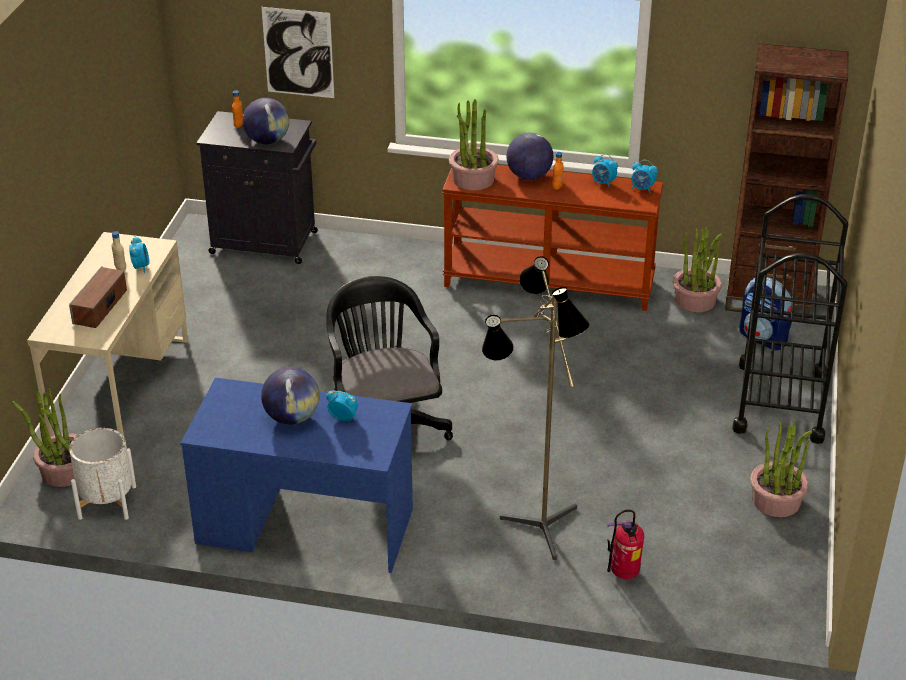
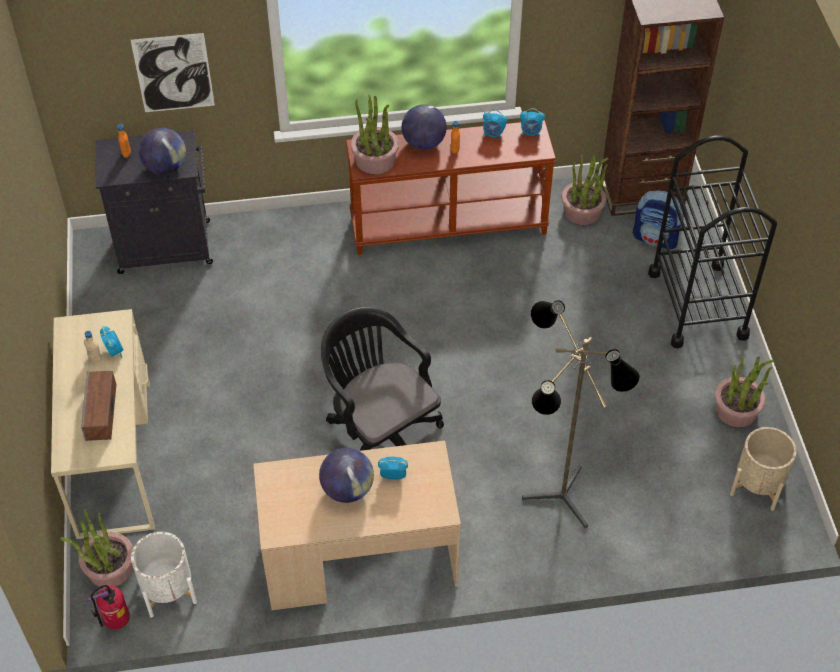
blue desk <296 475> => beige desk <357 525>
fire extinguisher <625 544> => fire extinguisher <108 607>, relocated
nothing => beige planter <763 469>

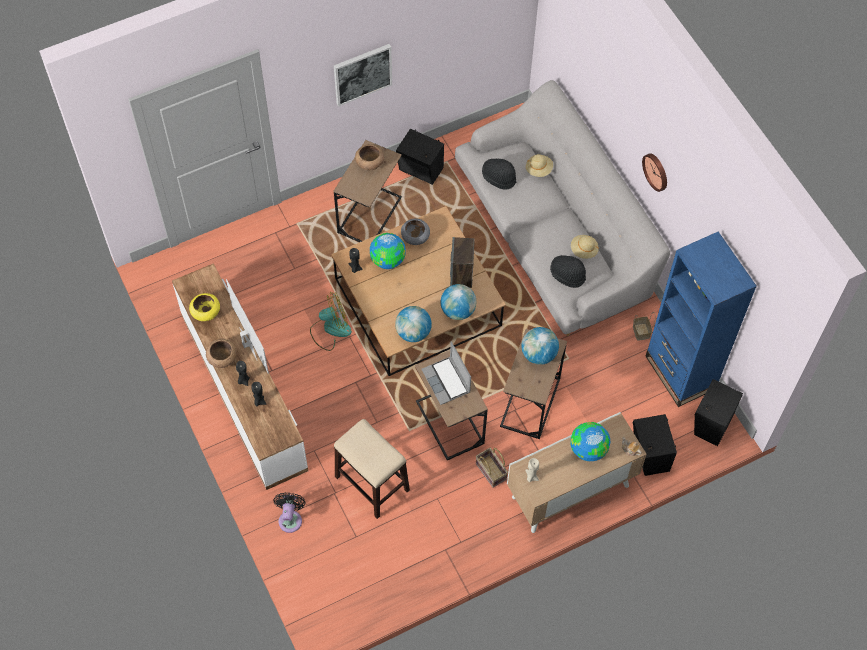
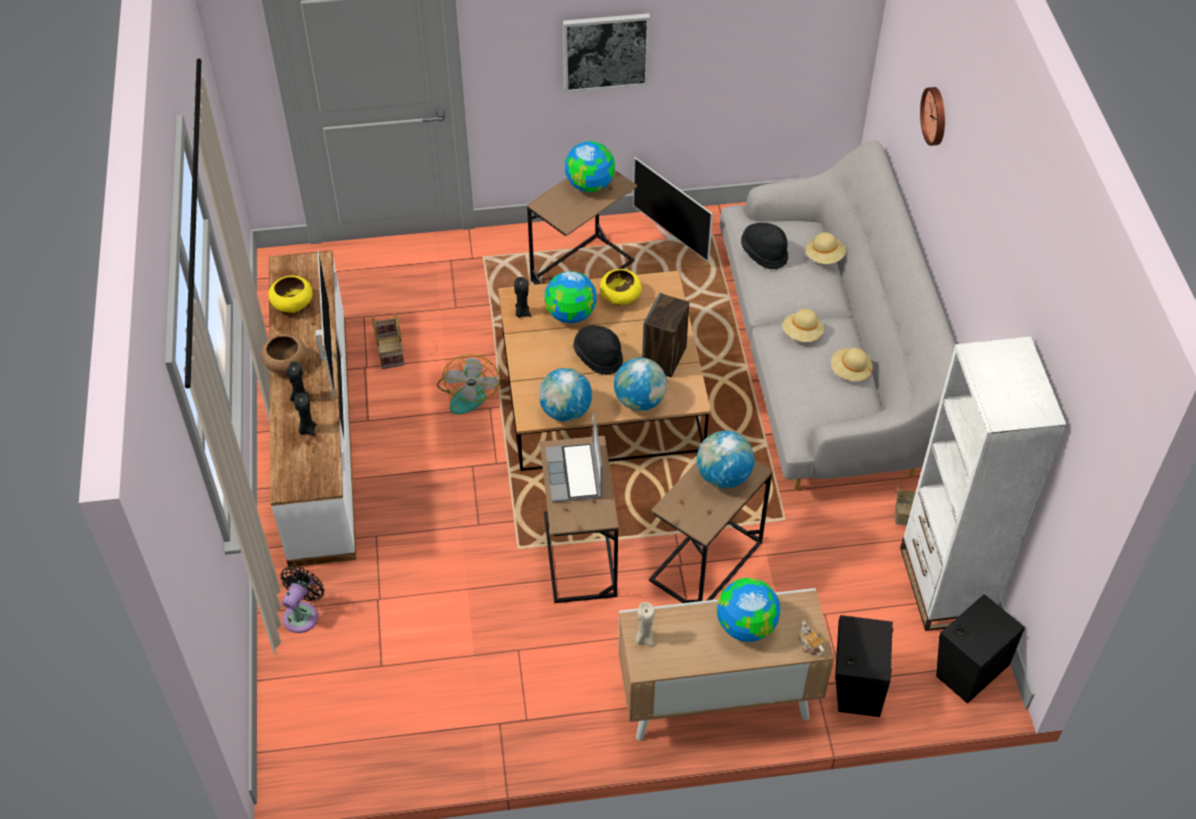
black speaker <420 157> => television <673 209>
brown bowl <369 157> => globe <590 166>
wall clock <654 172> => wall clock <932 116>, relocated
grey bowl <415 231> => yellow bowl <621 287>
blue bookcase <701 319> => white bookcase <983 483>
black hat <568 271> => black hat <598 350>, relocated
fan <331 321> => fan <468 384>, 90 degrees clockwise
stool <372 469> => nothing
basket <492 467> => basket <388 341>, relocated
nothing => beige hat <803 325>

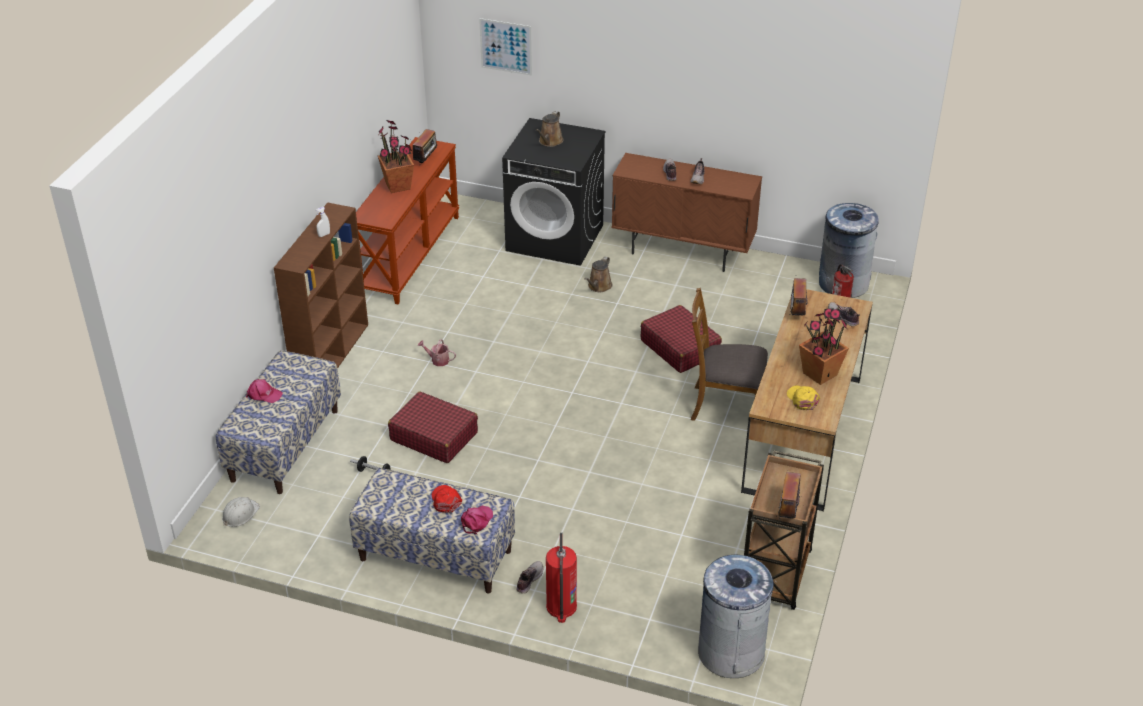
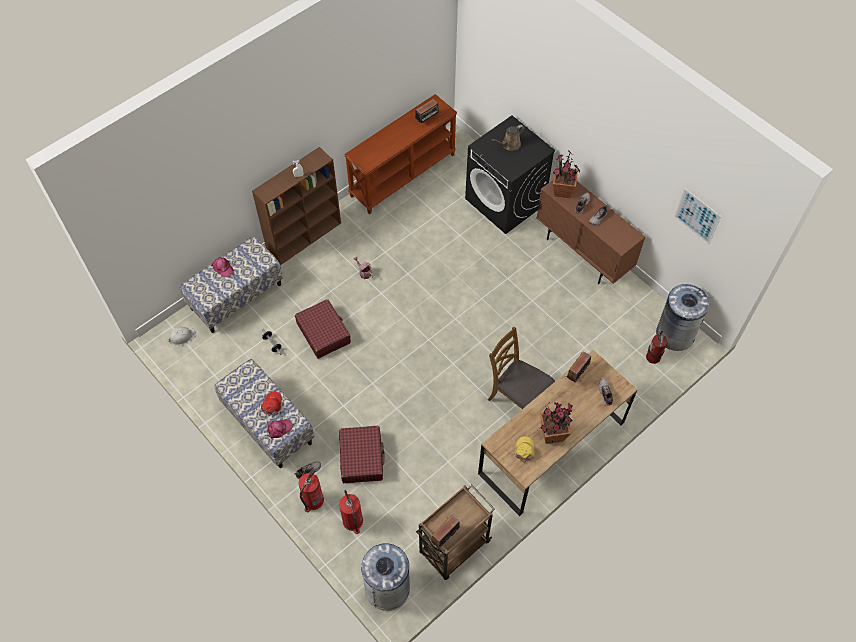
picture <505 47> => picture <697 216>, relocated
potted plant <396 156> => potted plant <566 174>, relocated
brown watering can <598 274> => nothing
red suitcase <681 339> => red suitcase <362 454>, relocated
nothing => fire extinguisher <351 512>

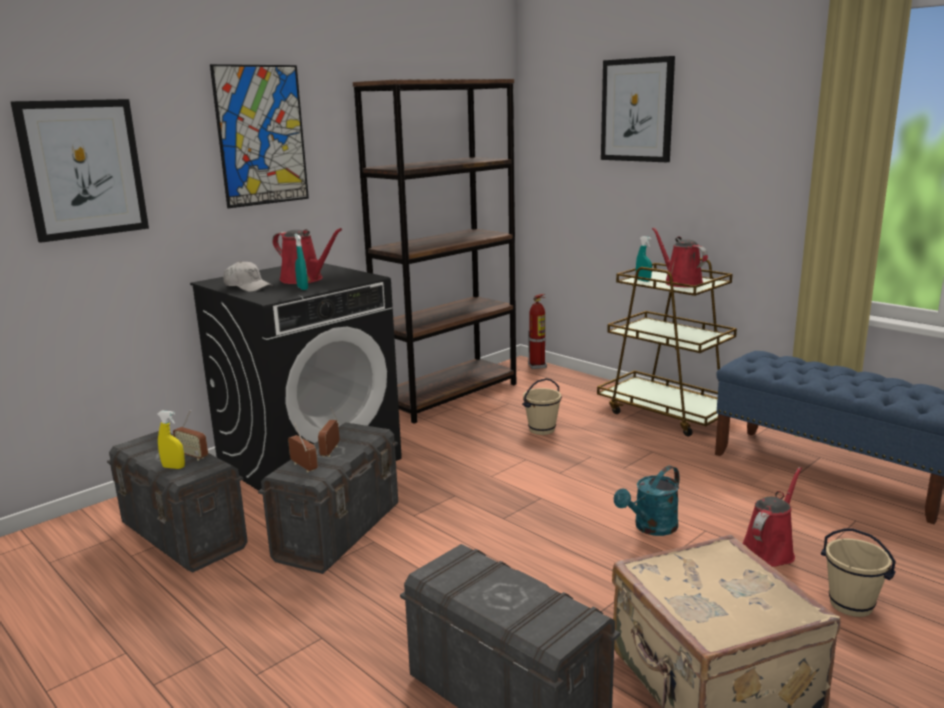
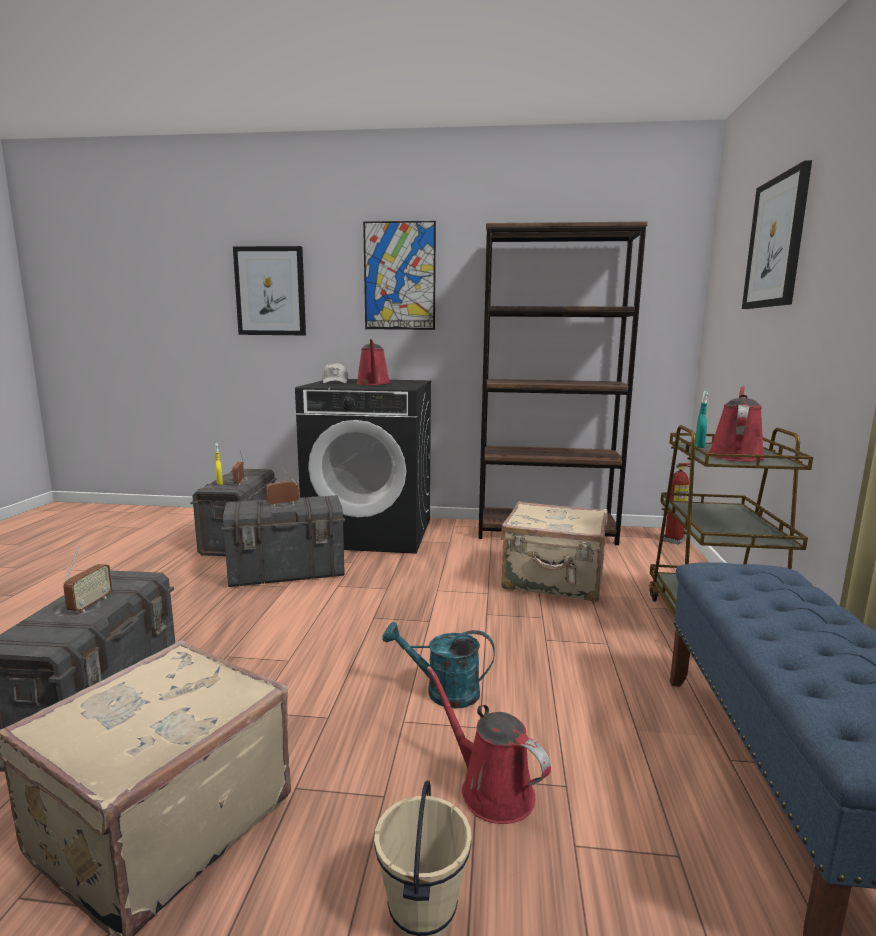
turquoise spray bottle <301 262> => nothing
beige bucket <542 406> => beige suitcase <554 551>
radio <303 447> => radio <87 579>, relocated
red watering can <772 517> => red watering can <488 745>, 135 degrees counterclockwise

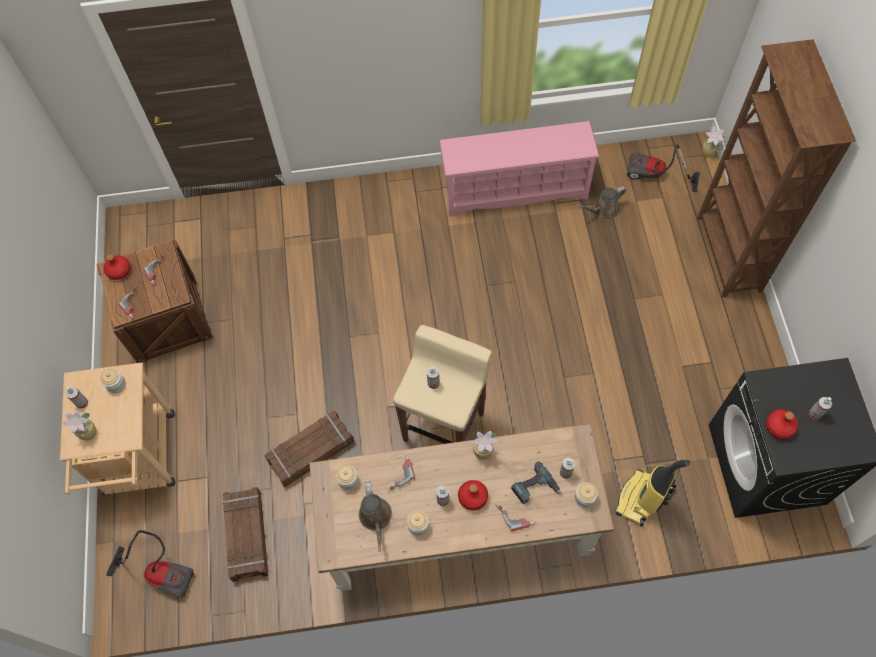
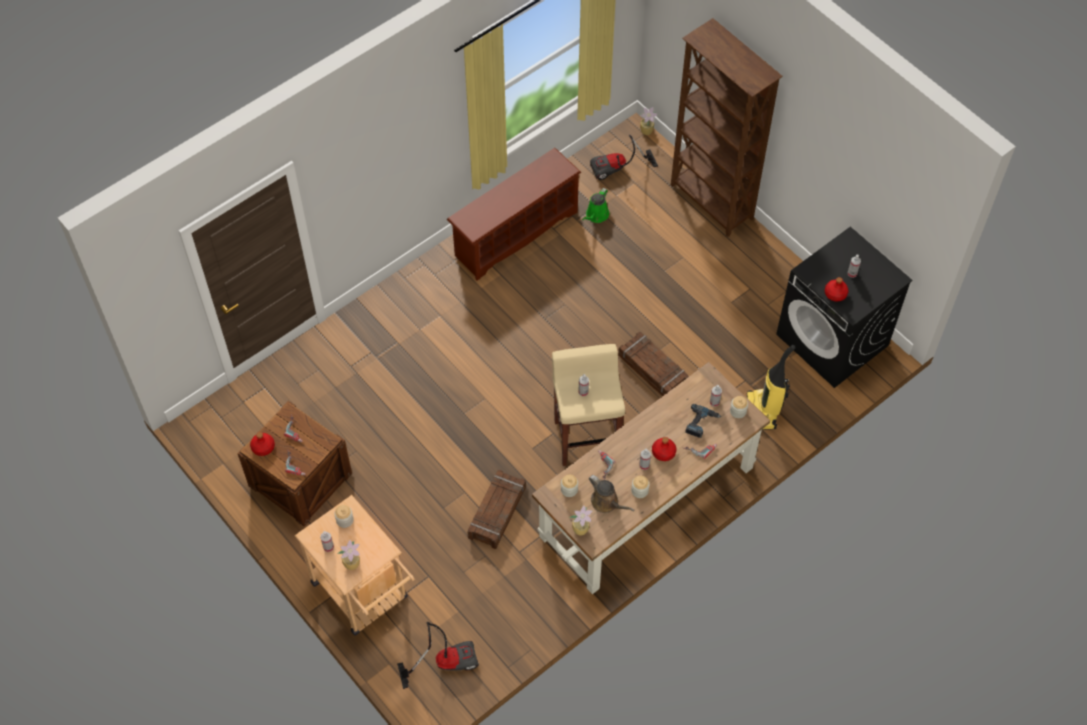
pink shoe rack <519 169> => brown shoe rack <514 214>
brown watering can <602 203> => green watering can <595 205>
potted plant <484 445> => potted plant <580 520>, relocated
crate <245 534> => crate <653 364>, relocated

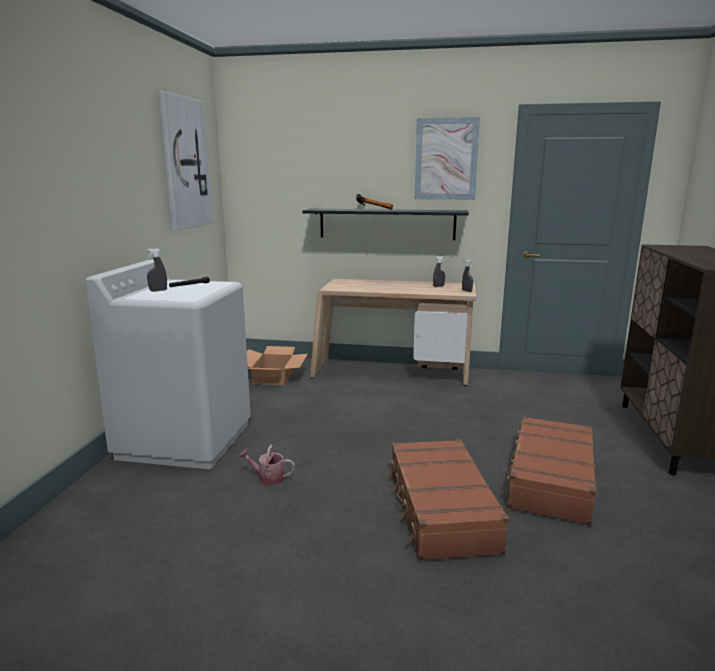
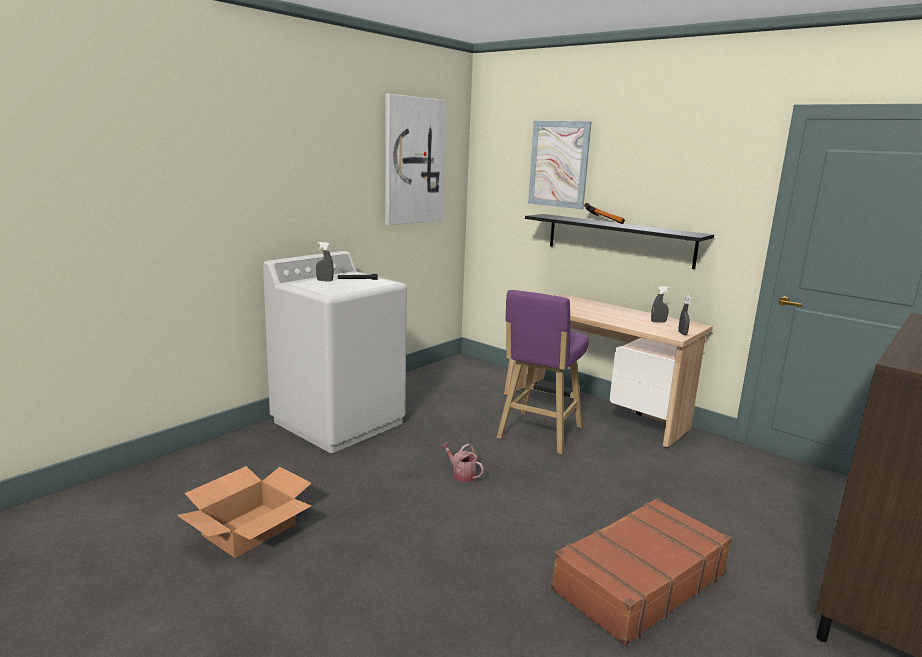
picture <447 158> => picture <560 165>, relocated
cardboard box <277 365> => cardboard box <244 512>, relocated
brown suitcase <448 500> => nothing
watering can <267 464> => watering can <462 462>, relocated
nothing => purple stool <543 372>

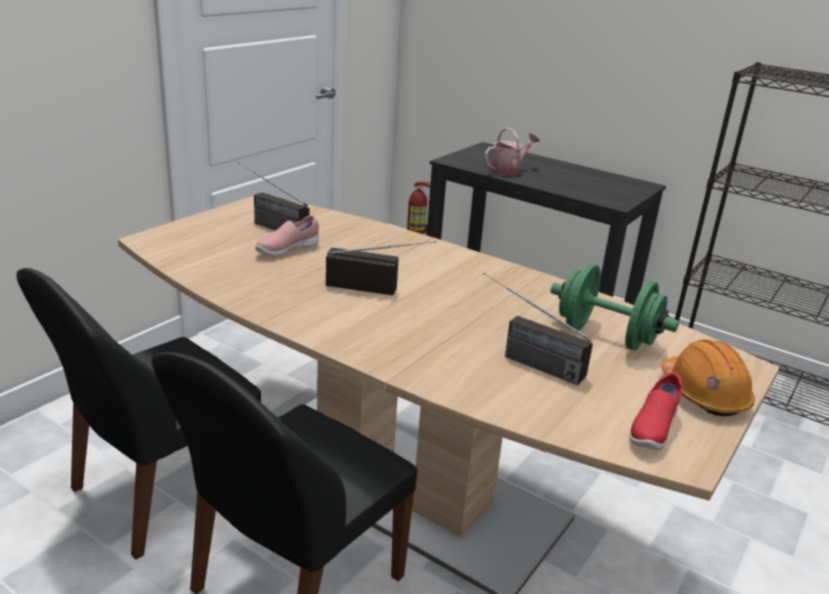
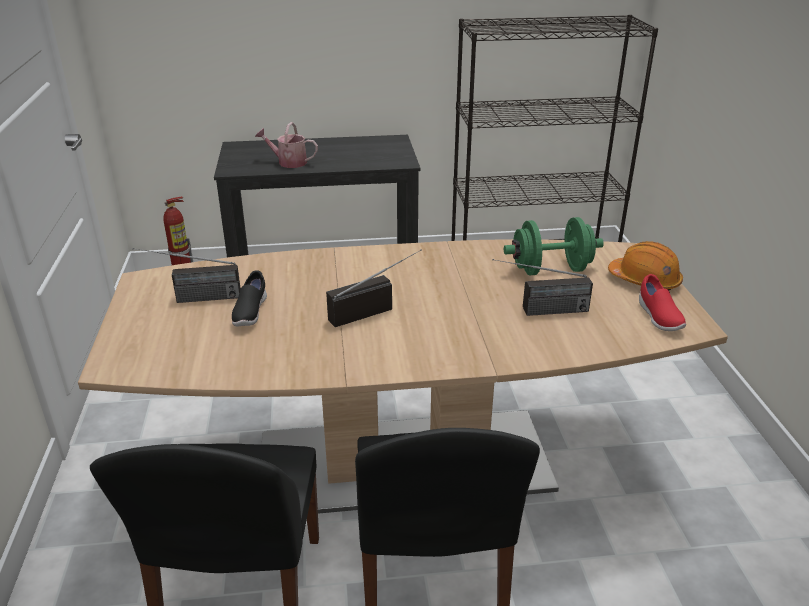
watering can <512 152> => watering can <286 145>, 90 degrees counterclockwise
pink shoe <287 236> => black shoe <249 298>

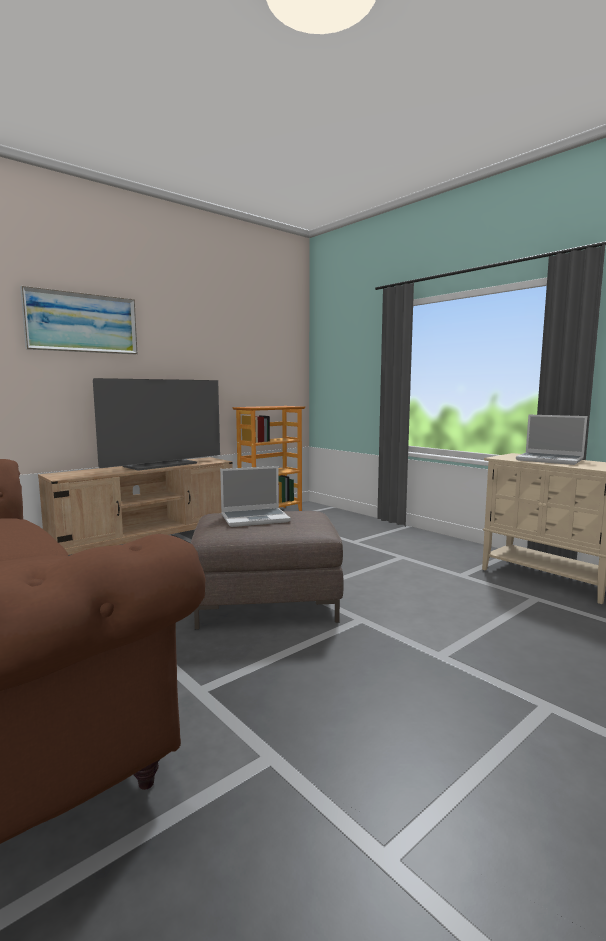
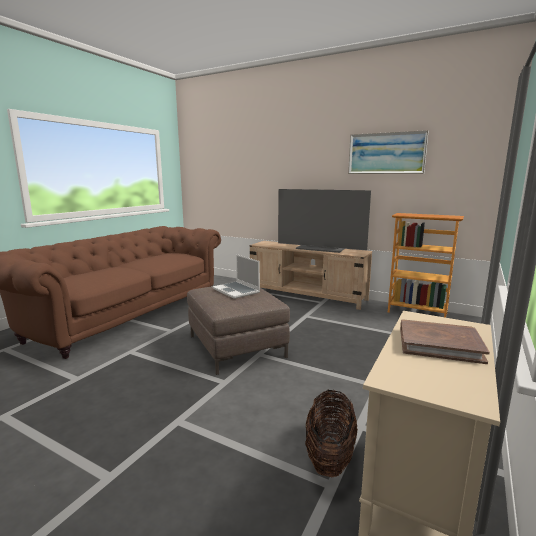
picture <79 320> => picture <388 152>, relocated
laptop <551 440> => brown book <445 341>
nothing => basket <331 433>

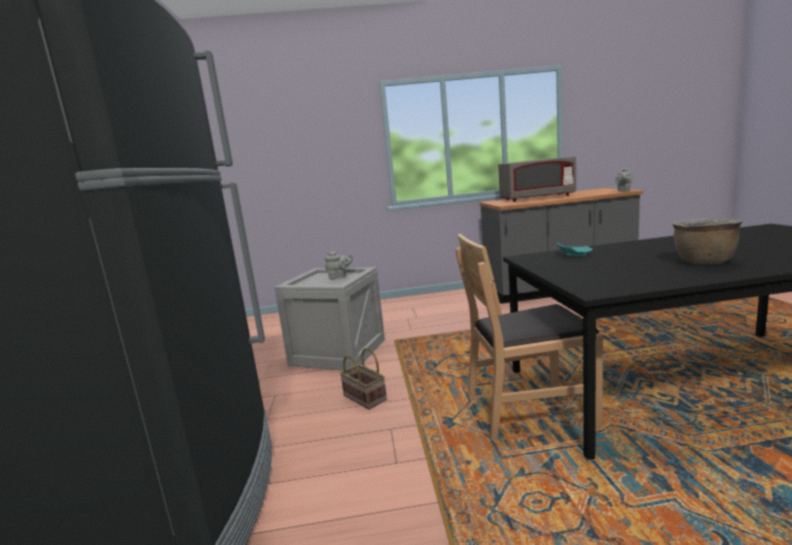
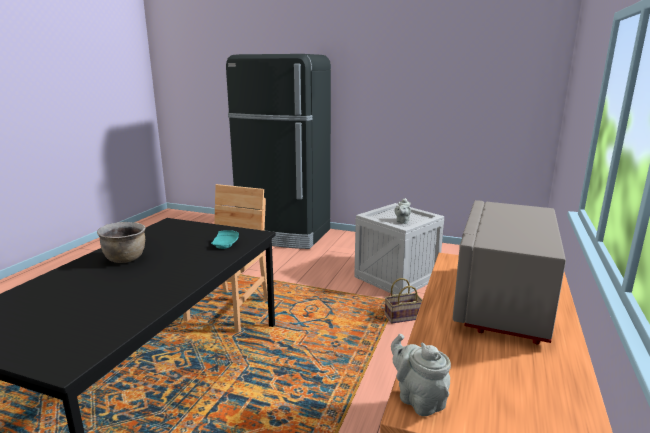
basket <363 379> => basket <403 301>, relocated

